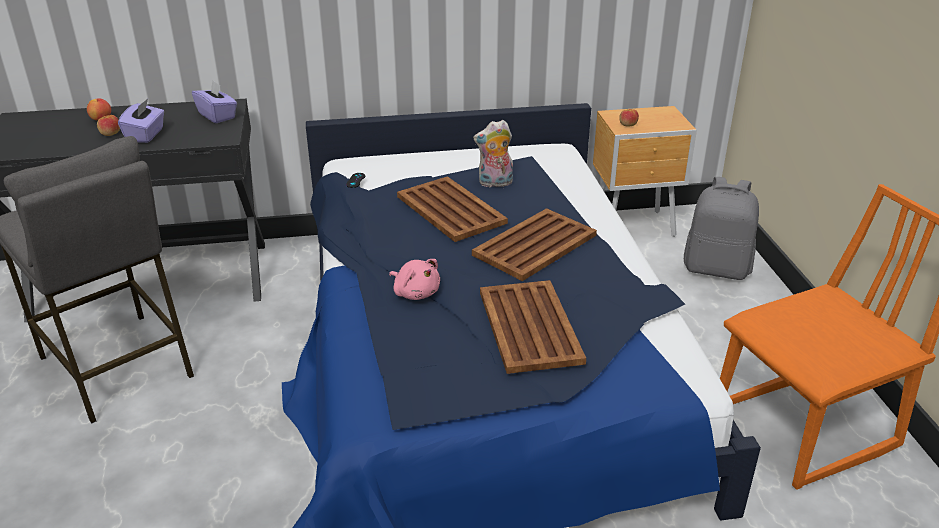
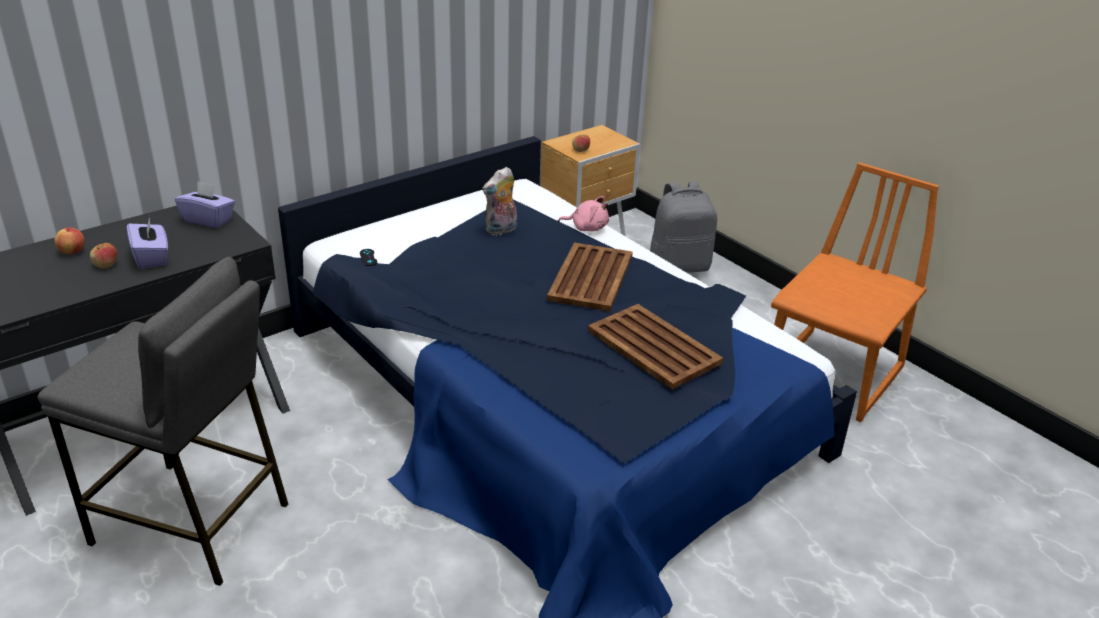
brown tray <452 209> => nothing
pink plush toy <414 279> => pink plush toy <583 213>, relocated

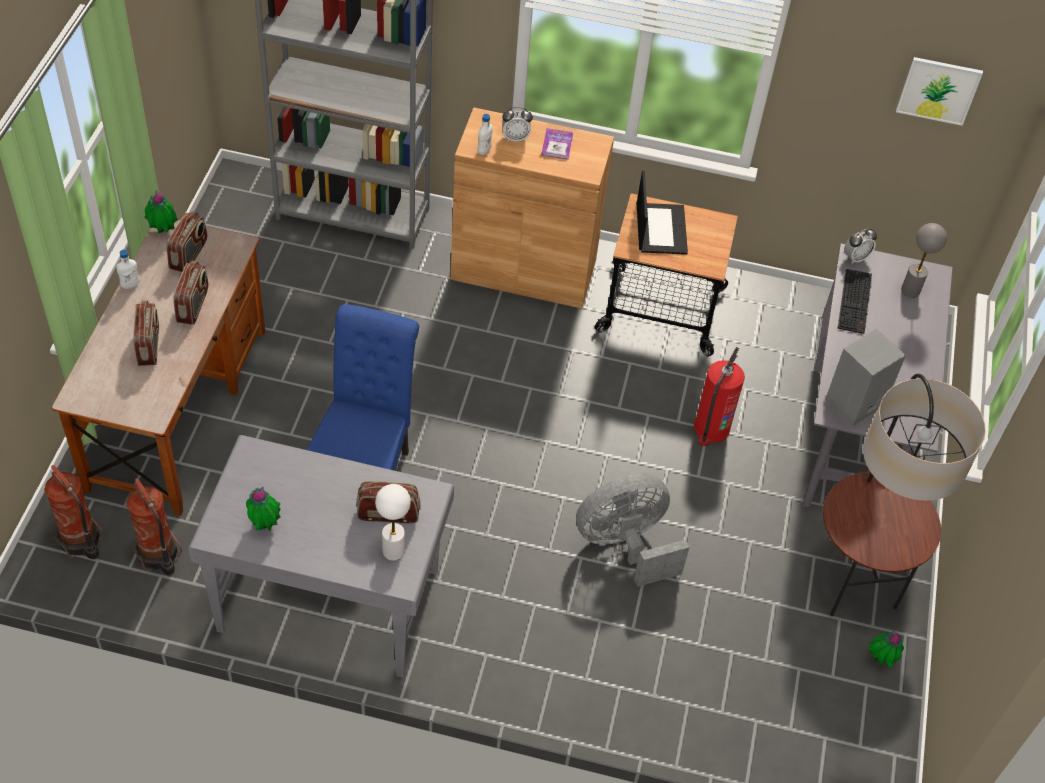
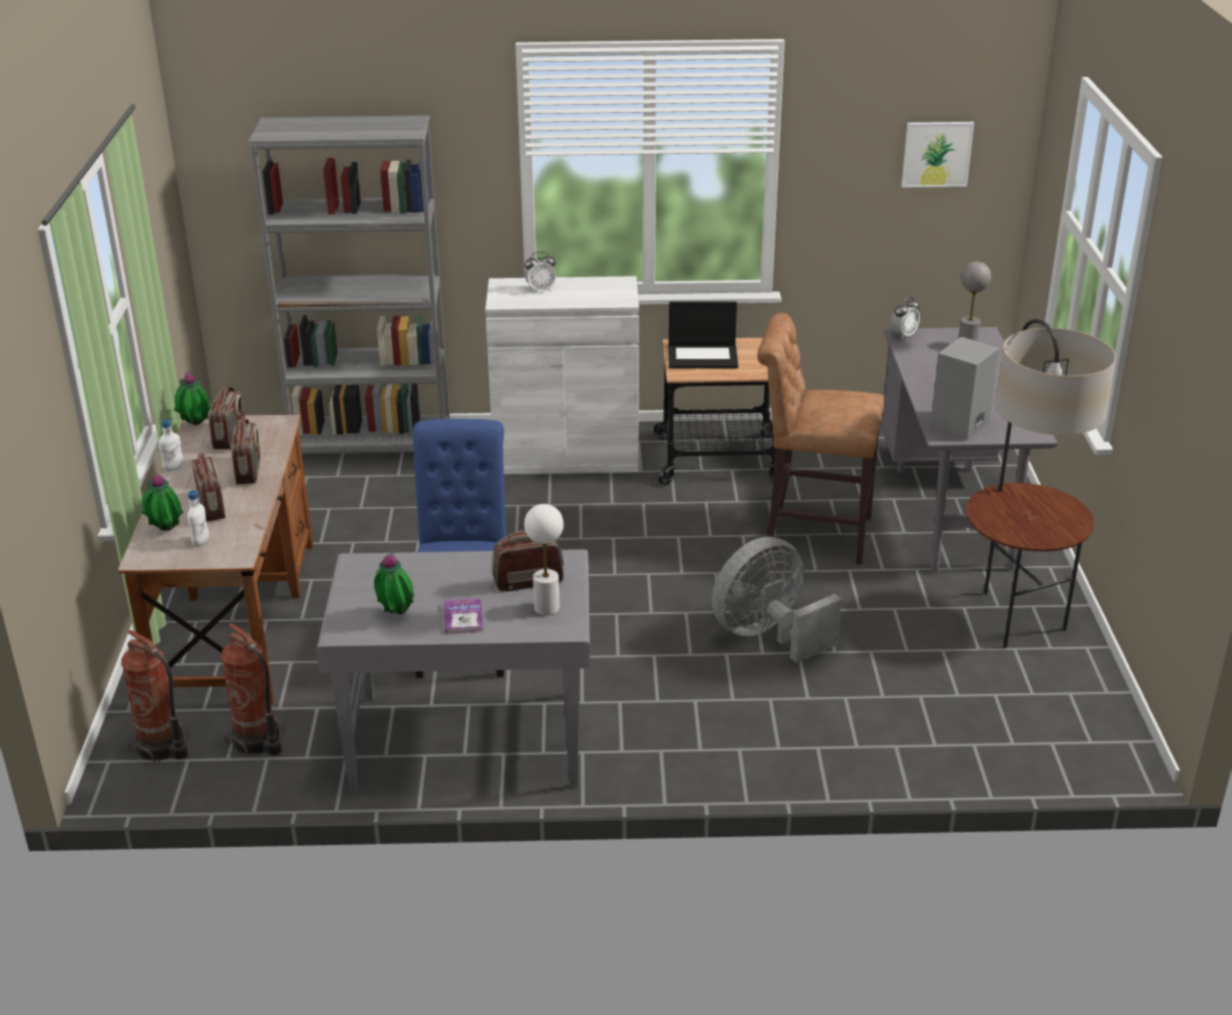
brown cabinet <532 208> => white cabinet <562 375>
white bottle <485 134> => white bottle <198 518>, relocated
book <557 144> => book <463 616>, relocated
laptop <662 212> => laptop <703 334>, 105 degrees clockwise
keyboard <854 301> => nothing
fire extinguisher <719 396> => brown stool <820 439>
potted plant <885 649> => potted plant <162 501>, relocated

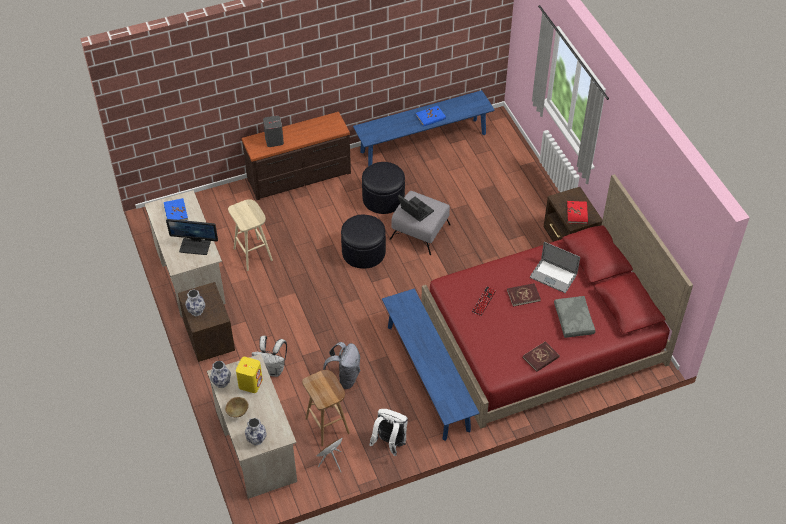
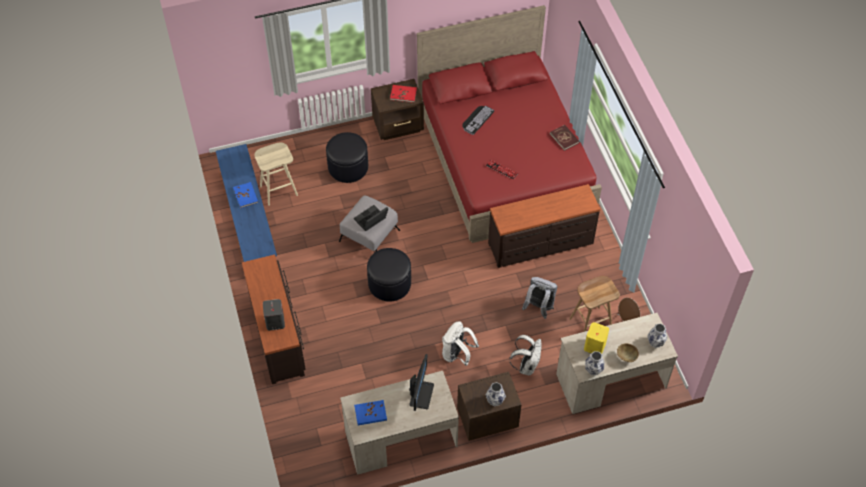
black ottoman <383 188> => black ottoman <347 157>, relocated
beige stool <250 235> => beige stool <276 174>, relocated
laptop <555 267> => keyboard <478 120>
red book <524 295> => nothing
blue bench <431 364> => brown dresser <544 226>
grey pillow <574 317> => nothing
white backpack <388 432> => white backpack <460 343>, relocated

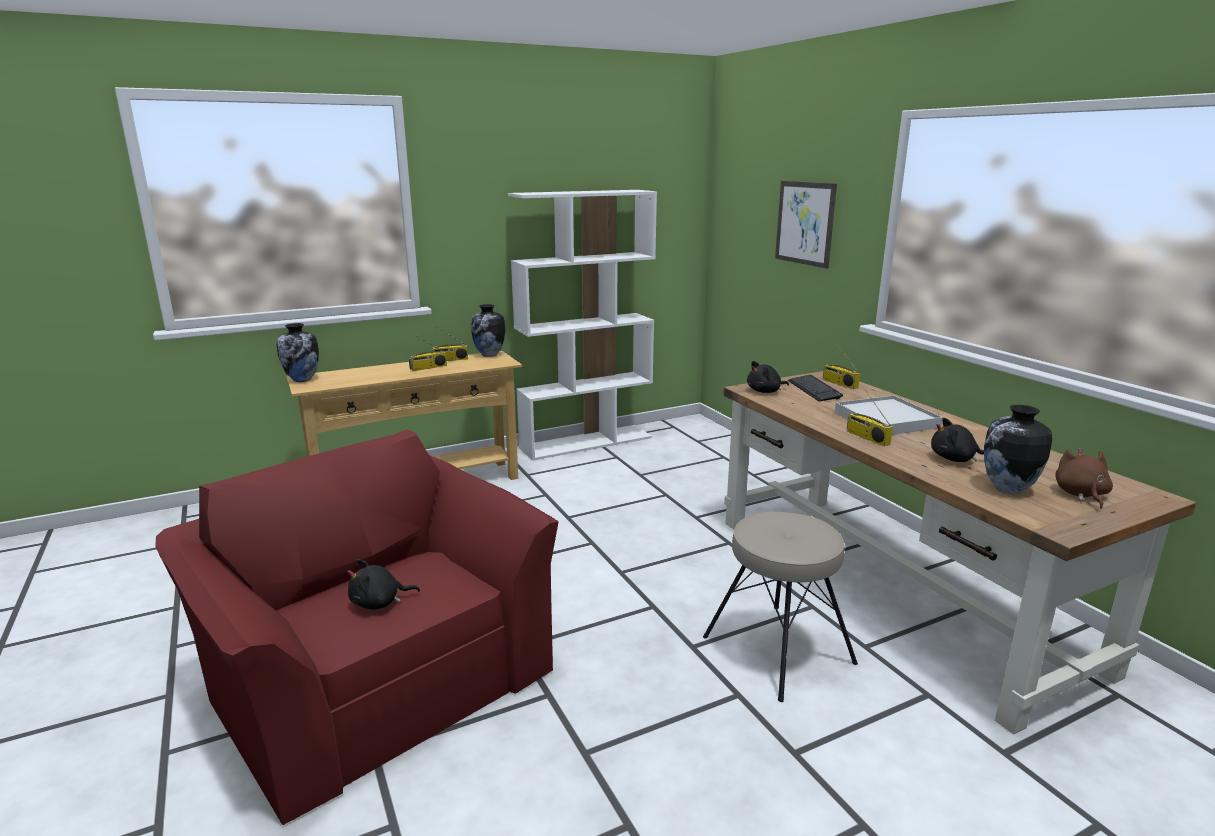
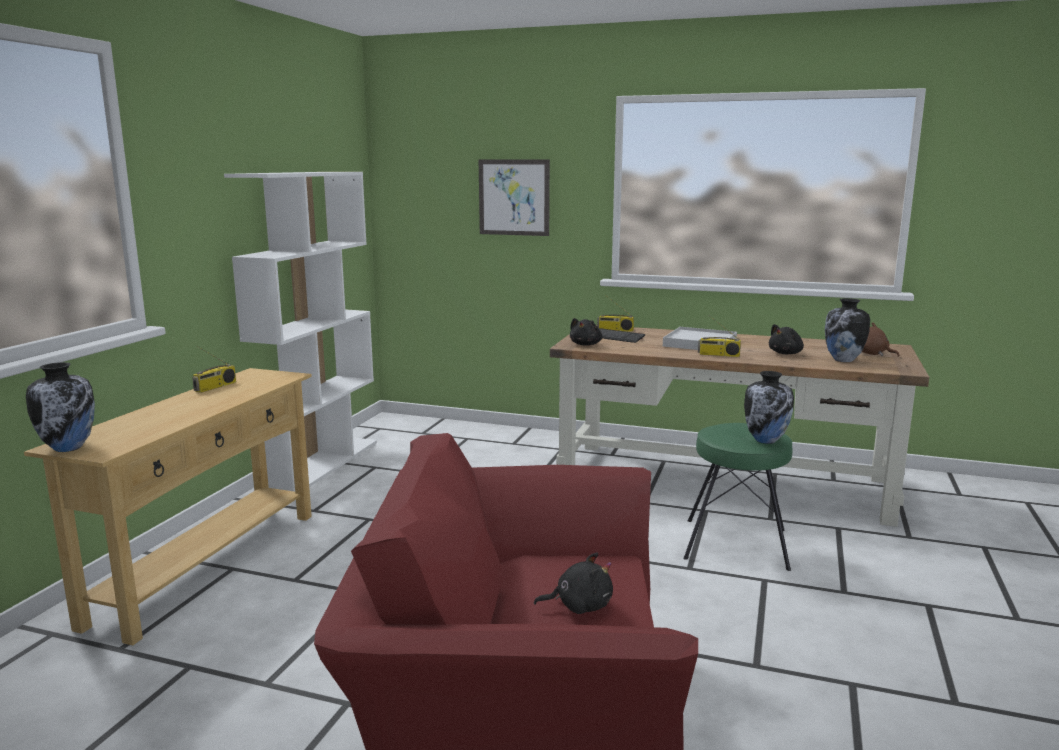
vase <488 330> => vase <769 407>, relocated
radio <428 353> => nothing
beige stool <780 607> => green stool <737 497>
black plush toy <383 584> => black plush toy <573 583>, 120 degrees counterclockwise

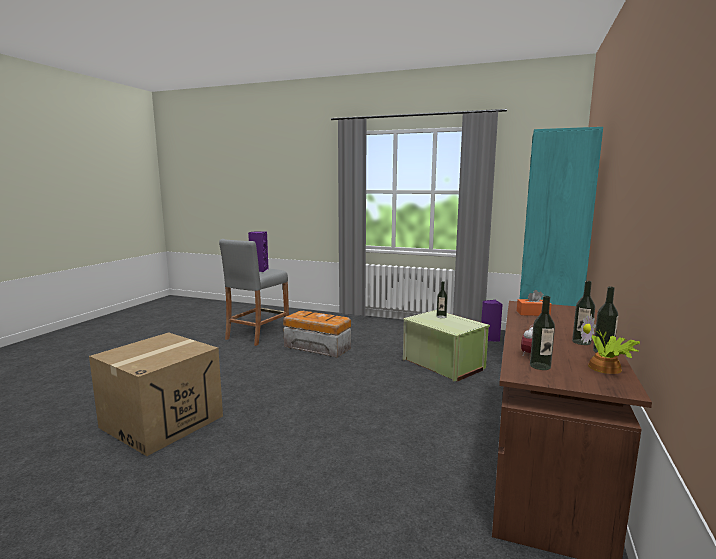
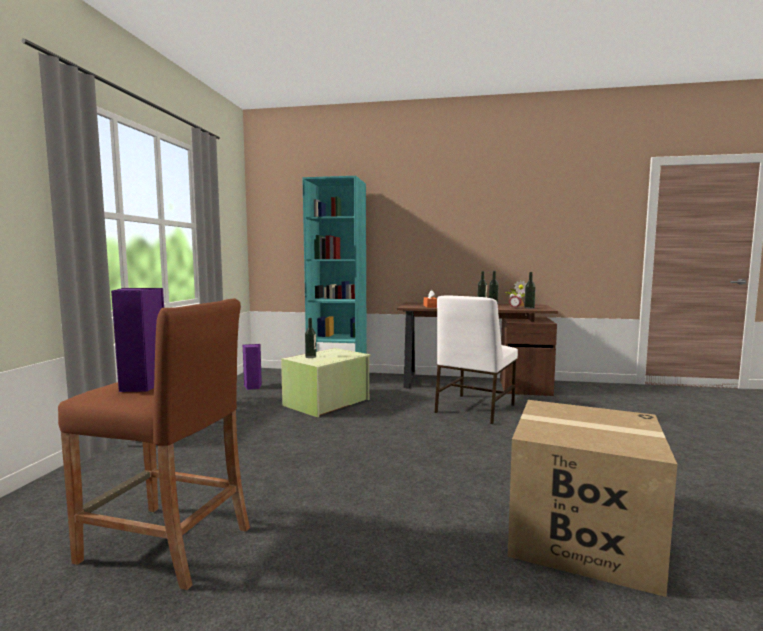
grey stool <254 292> => brown stool <154 444>
storage box <317 334> => nothing
nothing => white chair <476 359>

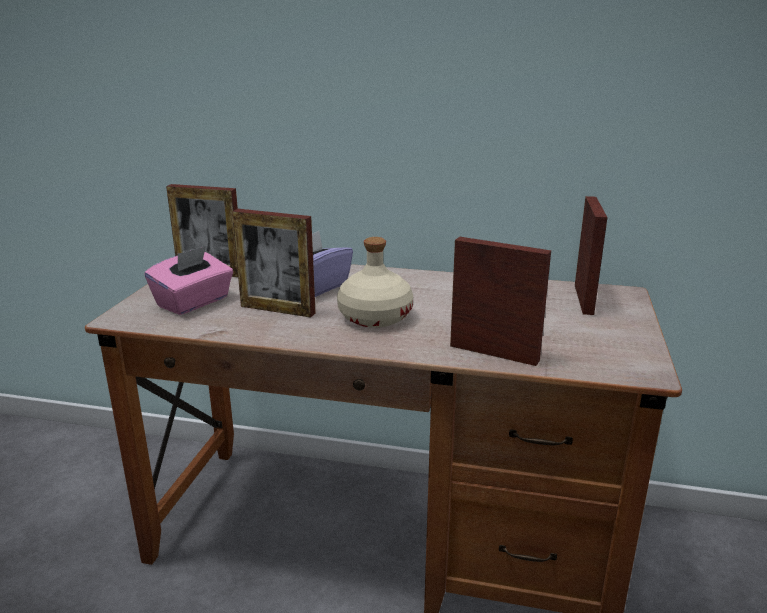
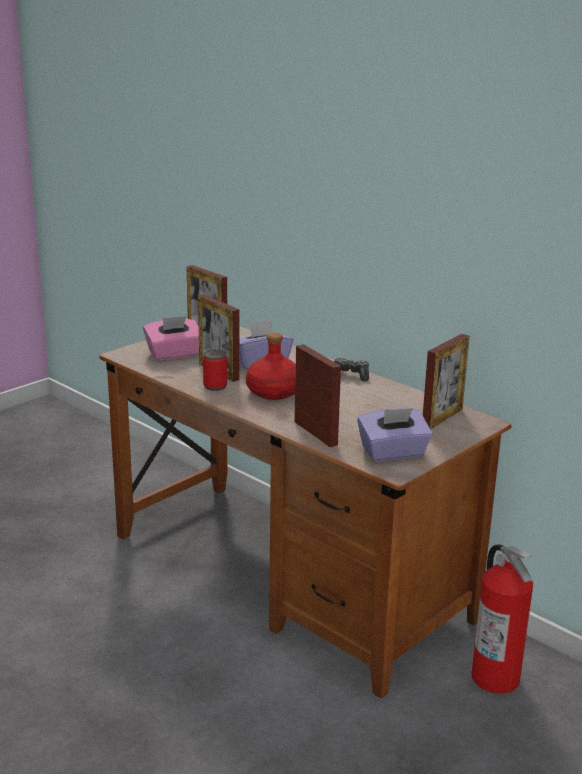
beige bottle <375 282> => red bottle <271 366>
nothing => can <215 370>
nothing => game controller <351 369>
nothing => purple tissue box <395 434>
nothing => fire extinguisher <502 619>

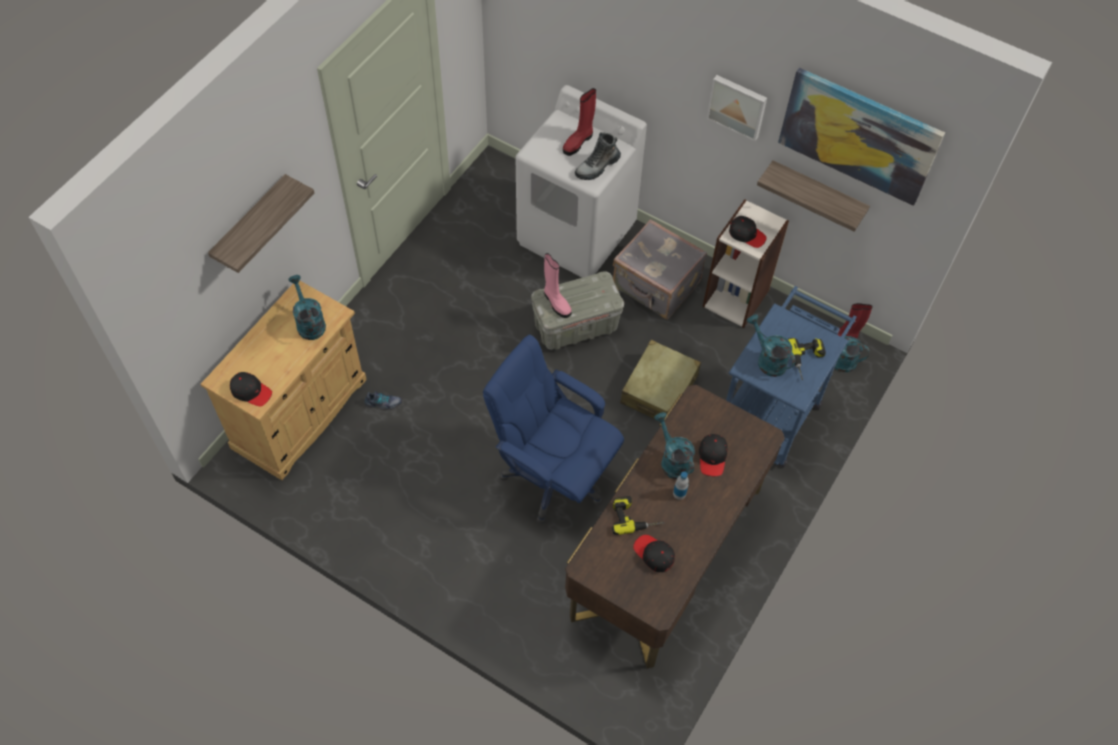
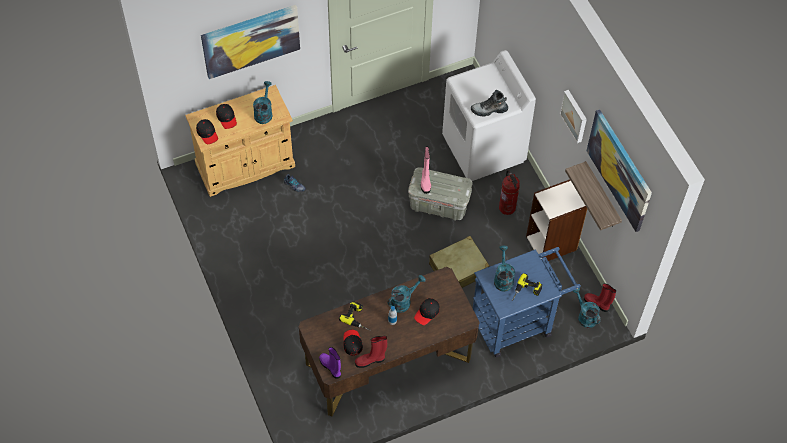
red boot <579 122> => red boot <371 352>, relocated
shelf <261 223> => picture <250 42>
black cap <748 232> => black cap <226 116>, relocated
grey suitcase <660 269> => fire extinguisher <509 192>
blue office chair <553 429> => nothing
turquoise watering can <674 446> => turquoise watering can <407 294>, 45 degrees clockwise
nothing => purple boot <330 363>

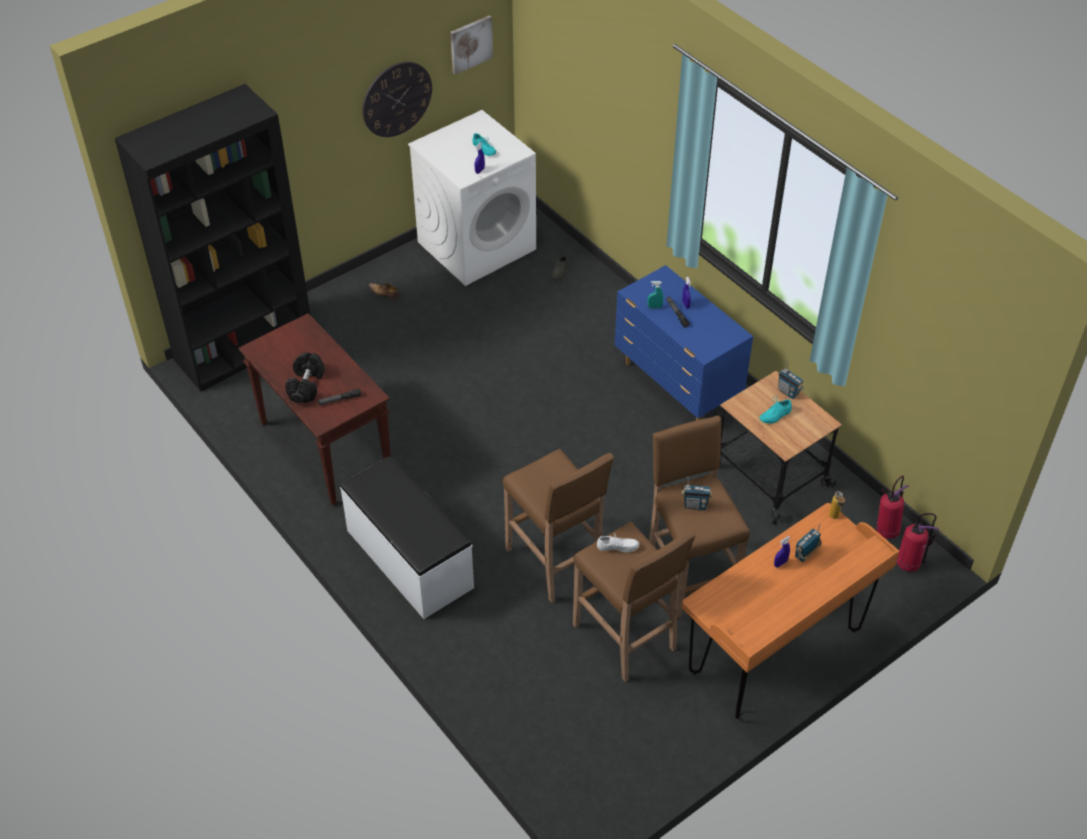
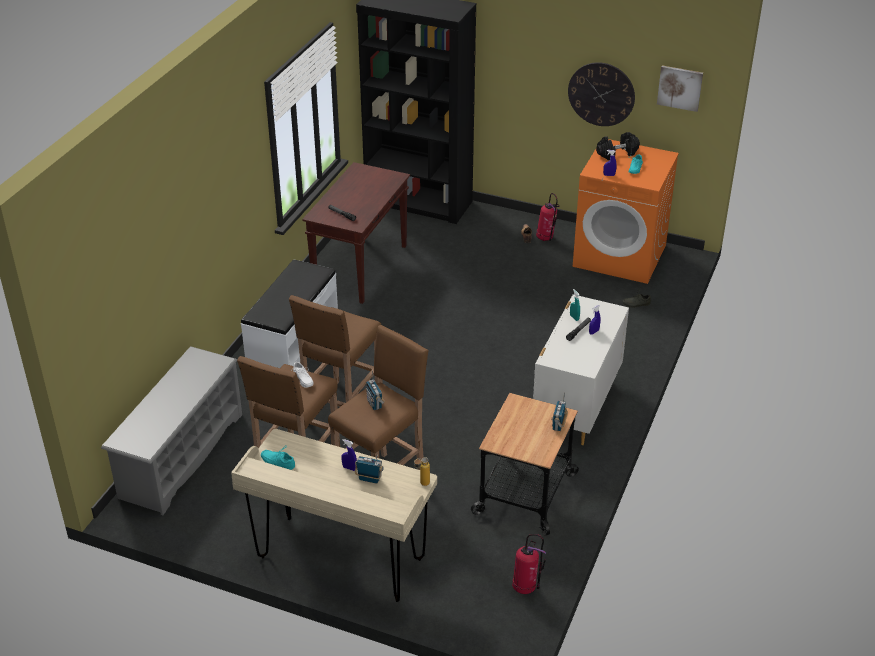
white washing machine <472 198> => orange washing machine <626 211>
blue dresser <684 342> => white dresser <581 370>
black dumbbell <305 377> => black dumbbell <618 146>, relocated
turquoise shoe <775 409> => turquoise shoe <278 458>, relocated
orange desk <790 611> => beige desk <334 515>
fire extinguisher <918 542> => fire extinguisher <548 217>, relocated
nothing => grey shoe rack <171 430>

